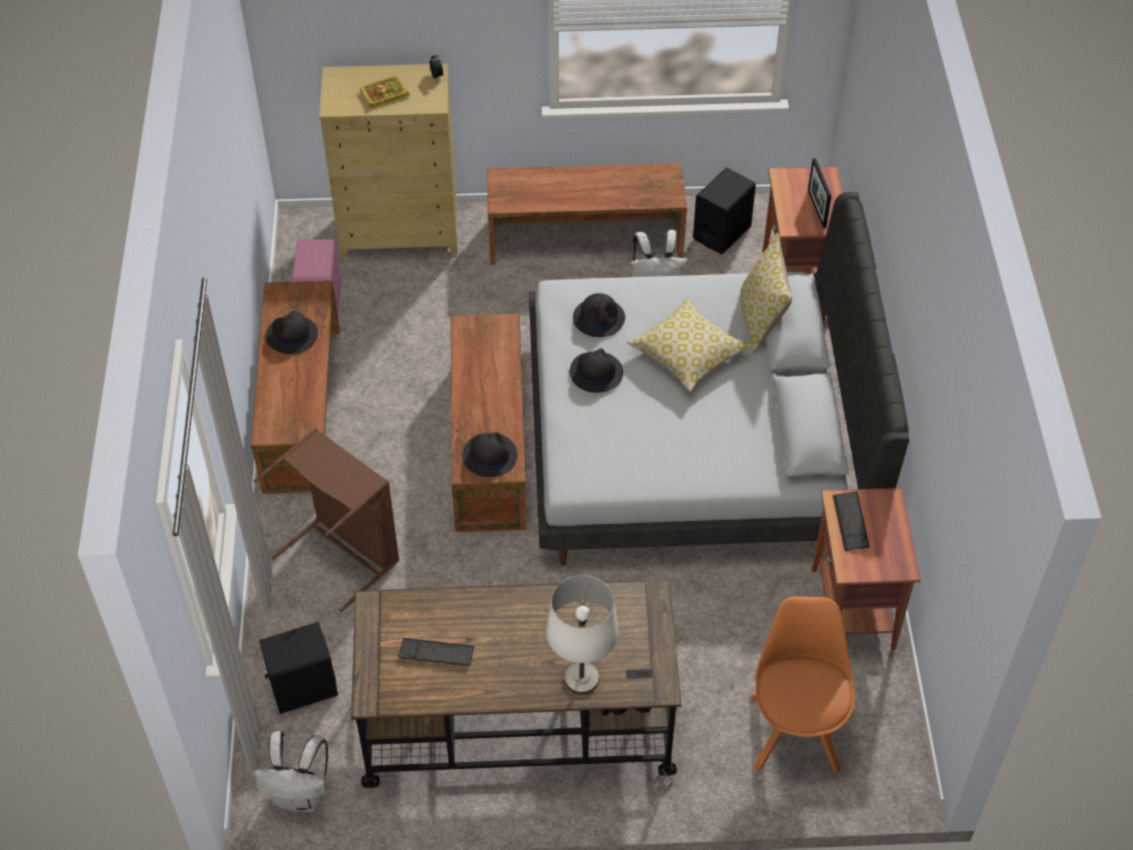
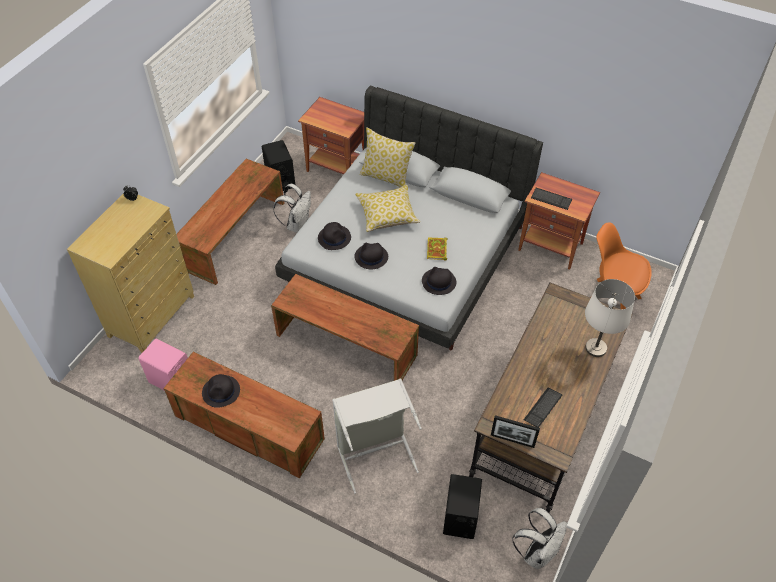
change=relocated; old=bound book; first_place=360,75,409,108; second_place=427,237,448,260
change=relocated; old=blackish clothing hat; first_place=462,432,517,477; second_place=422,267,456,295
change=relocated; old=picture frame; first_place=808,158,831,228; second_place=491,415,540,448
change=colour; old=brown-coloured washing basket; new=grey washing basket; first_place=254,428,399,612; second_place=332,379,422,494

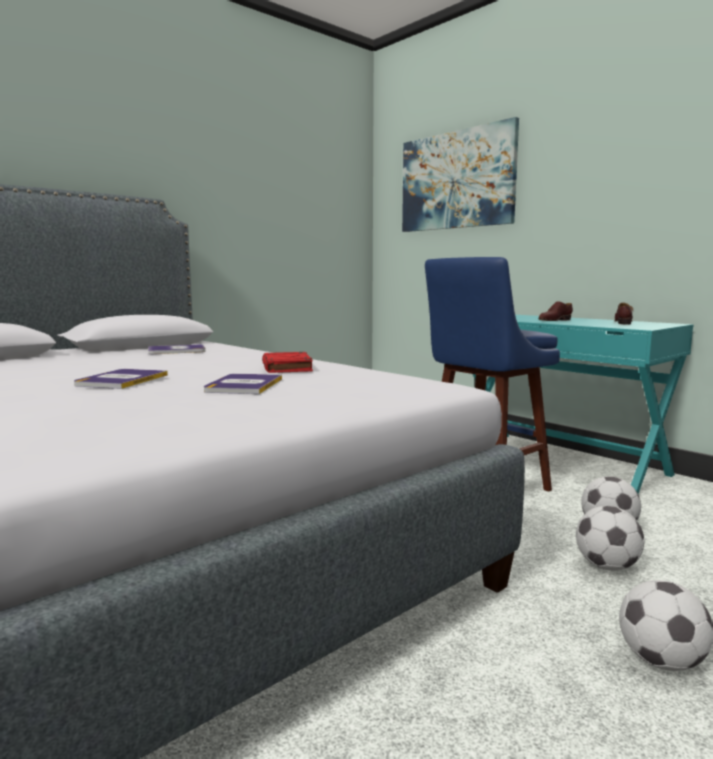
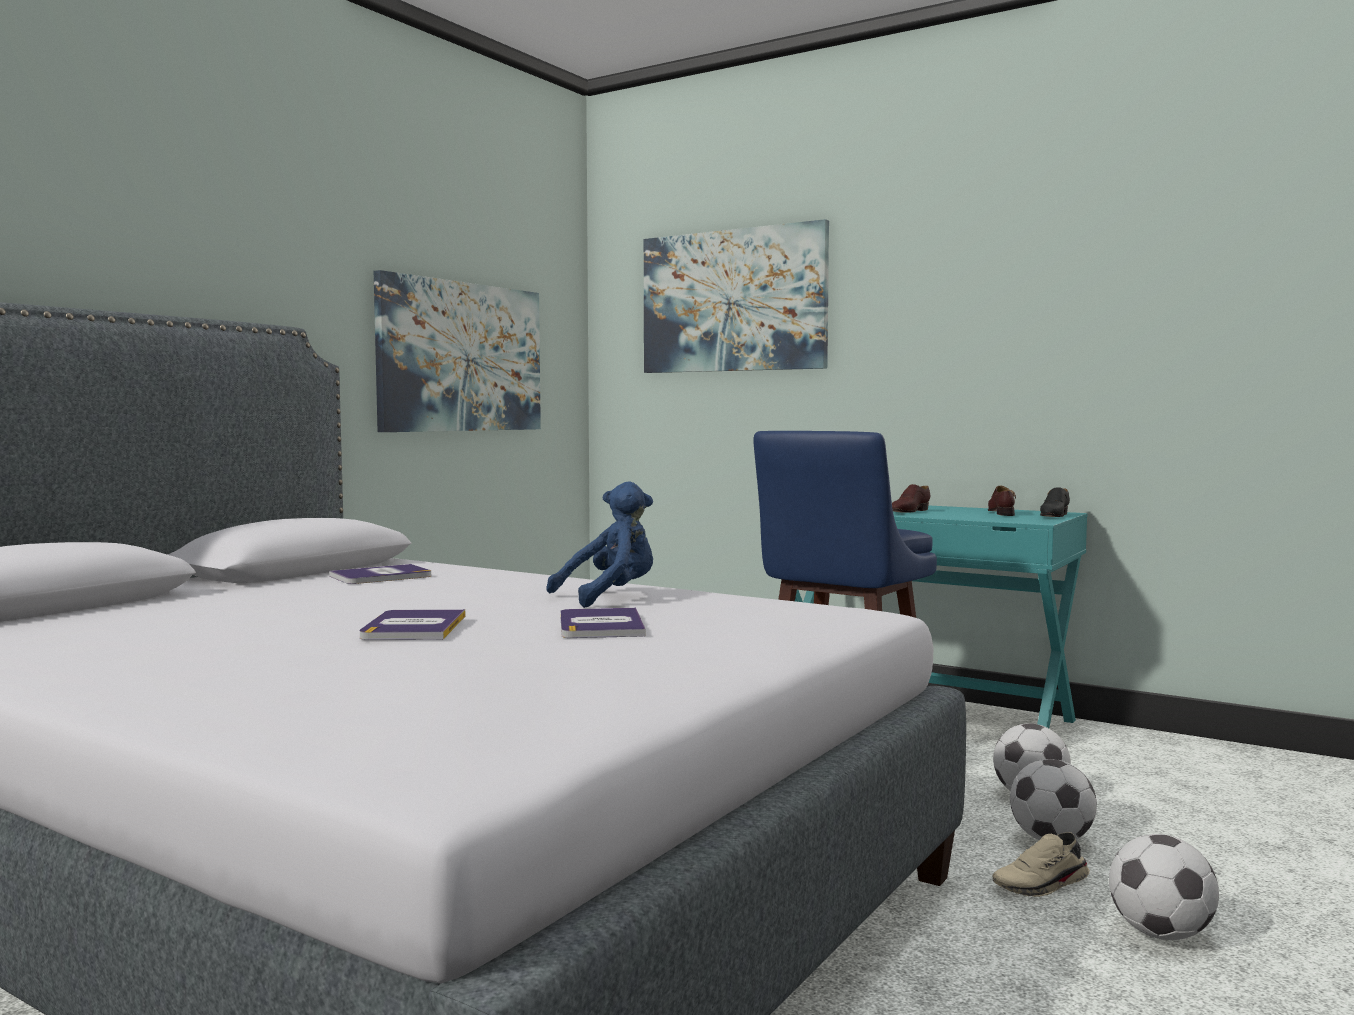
change=appeared; new=wall picture; second_place=374,270,541,432
change=appeared; new=sand-coloured low shoe; second_place=992,832,1090,897
change=appeared; new=blackish low shoe; second_place=1040,487,1070,517
change=exchanged; old=reddish bound book; new=blue plush toy; first_place=262,352,313,373; second_place=546,482,653,608

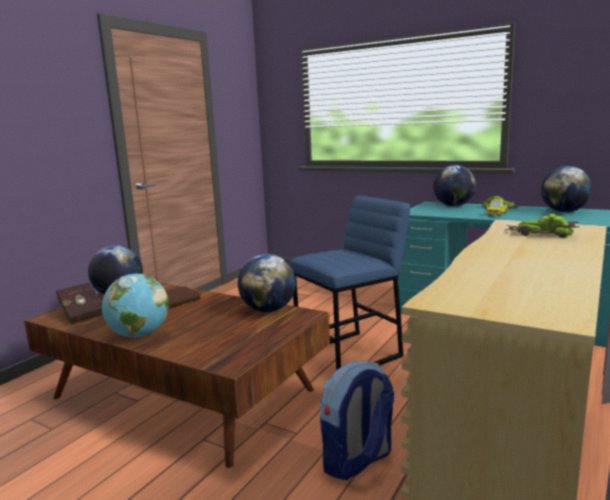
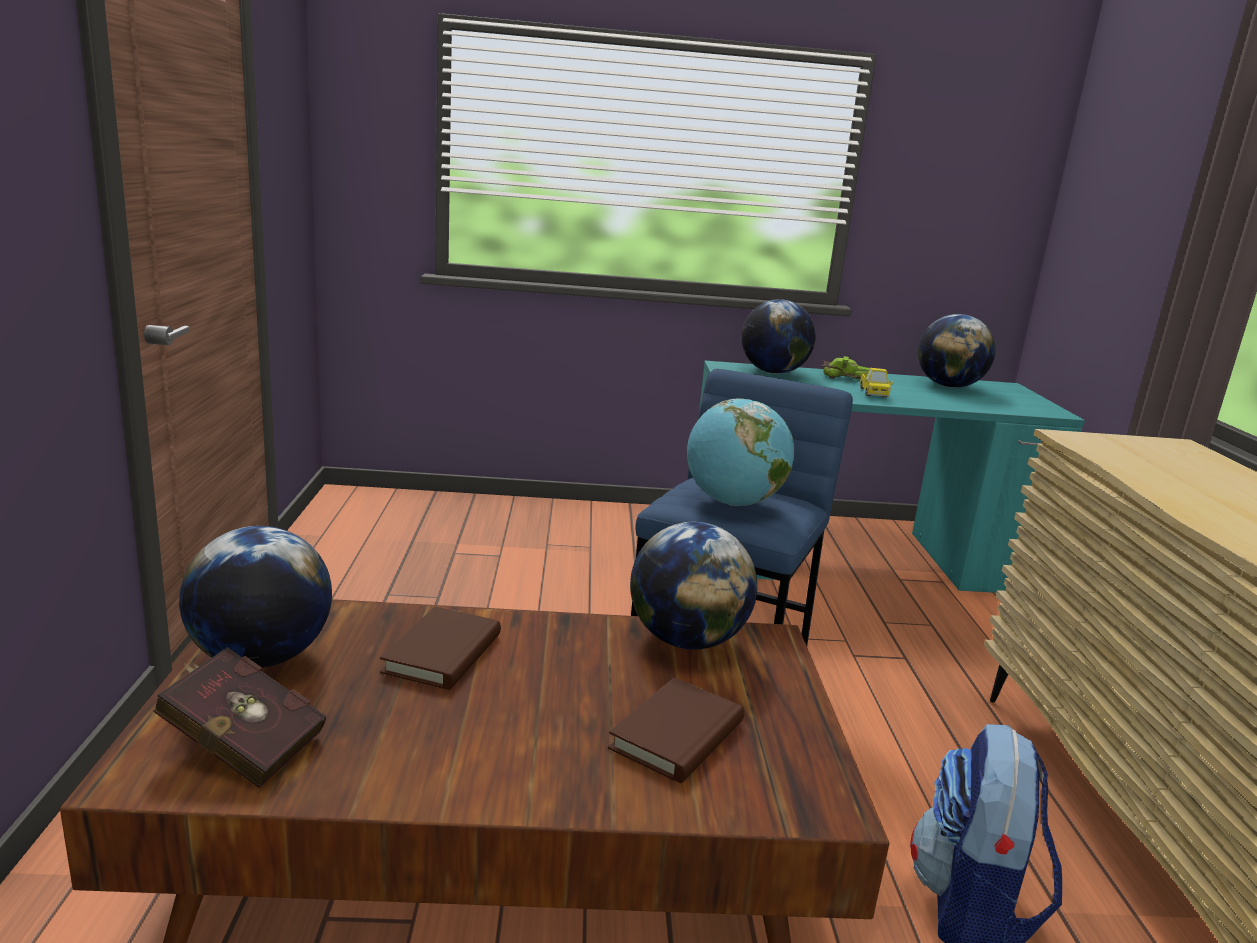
change=missing; old=model car; first_place=504,213,580,238
change=appeared; new=brown-coloured bound book; second_place=608,678,744,783
change=relocated; old=globe; first_place=102,274,169,338; second_place=687,398,794,506

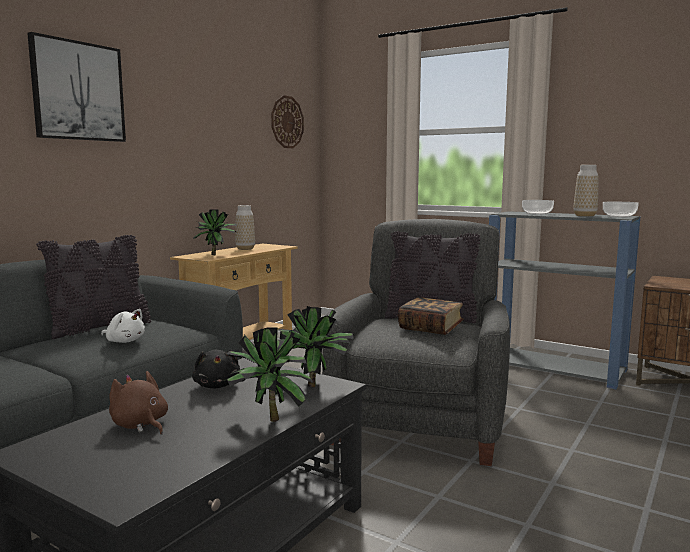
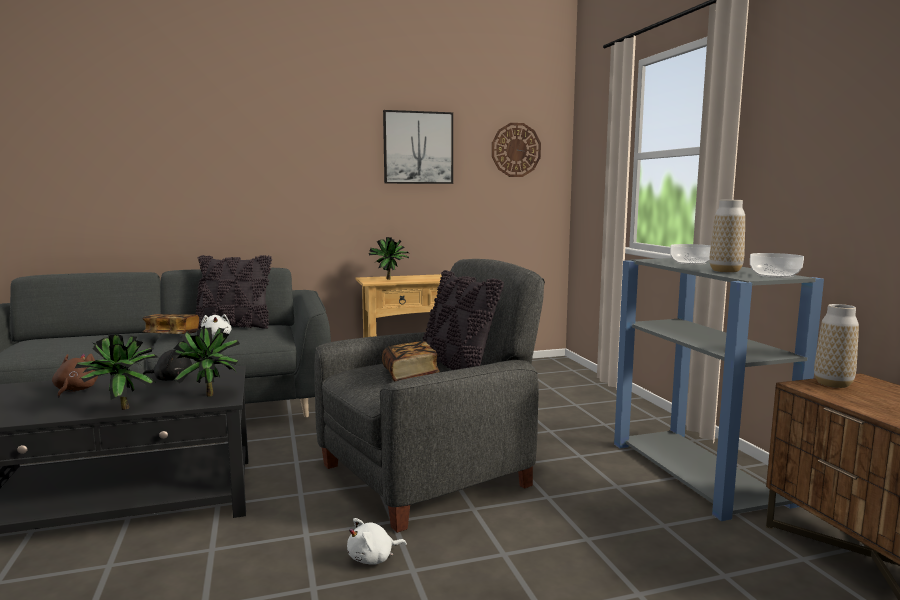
change=appeared; new=bound book; second_place=143,314,199,334
change=appeared; new=white plush toy; second_place=347,518,407,565
change=relocated; old=wall picture; first_place=27,32,126,142; second_place=383,110,453,184
change=relocated; old=flower vase; first_place=235,205,255,250; second_place=814,304,859,388
change=spun; old=blackish plush toy; first_place=192,349,240,388; second_place=143,350,192,381; degrees=-105

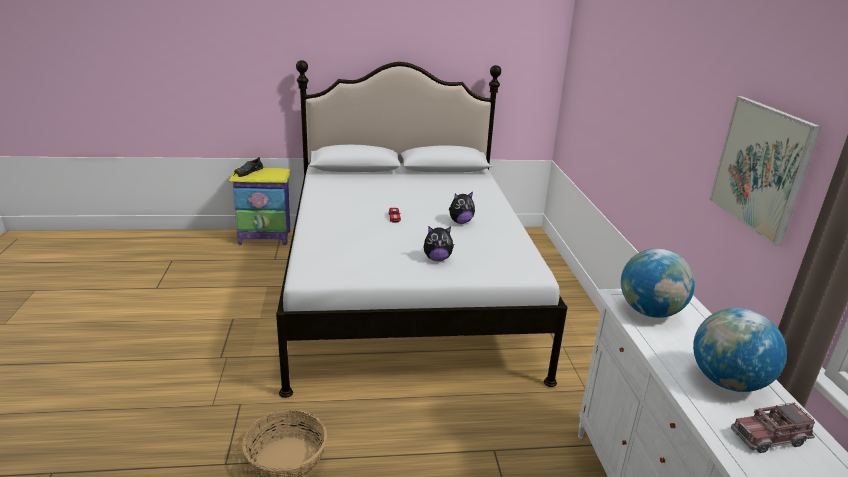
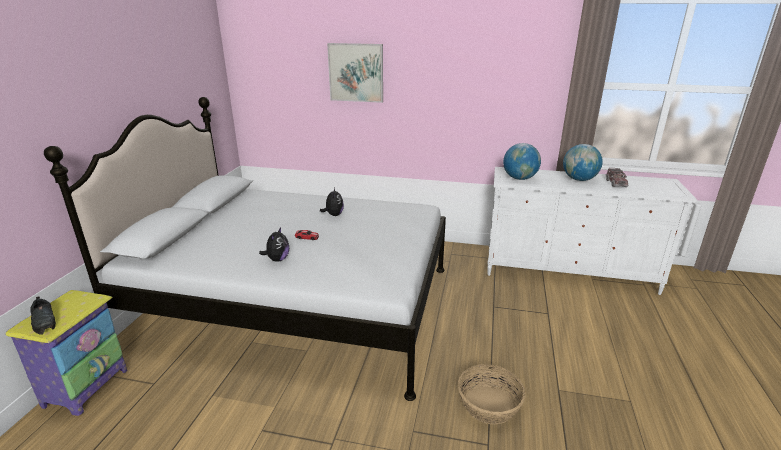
change=relocated; old=plush toy; first_place=424,226,454,261; second_place=259,227,289,262
change=relocated; old=wall picture; first_place=709,96,821,246; second_place=327,43,383,103

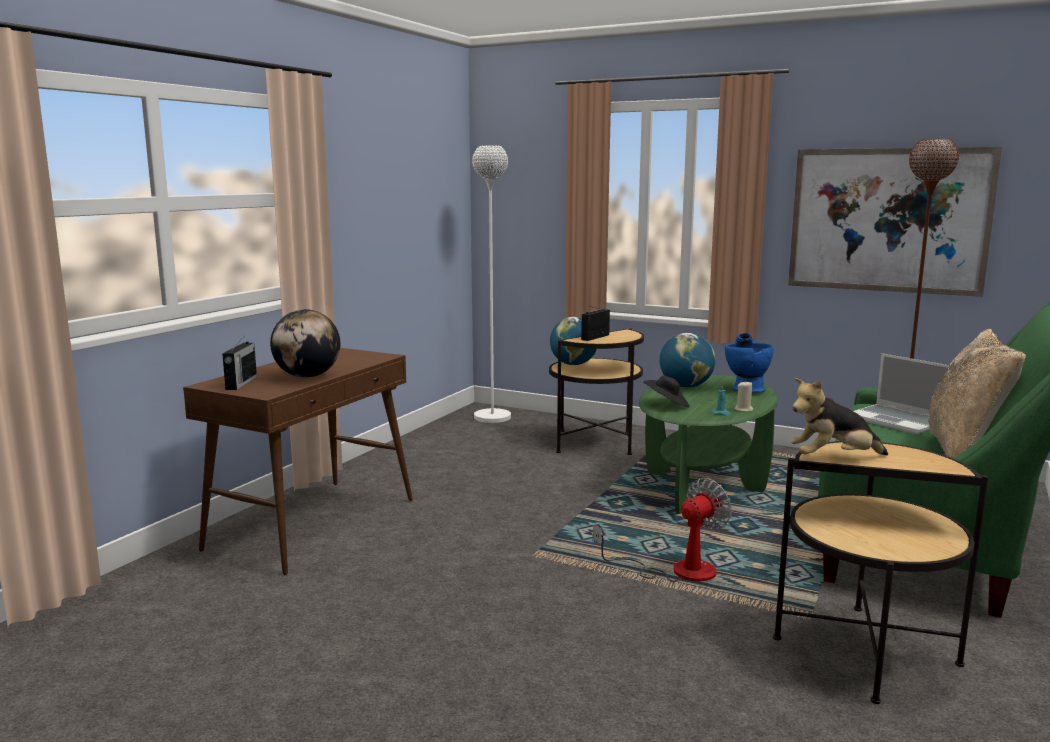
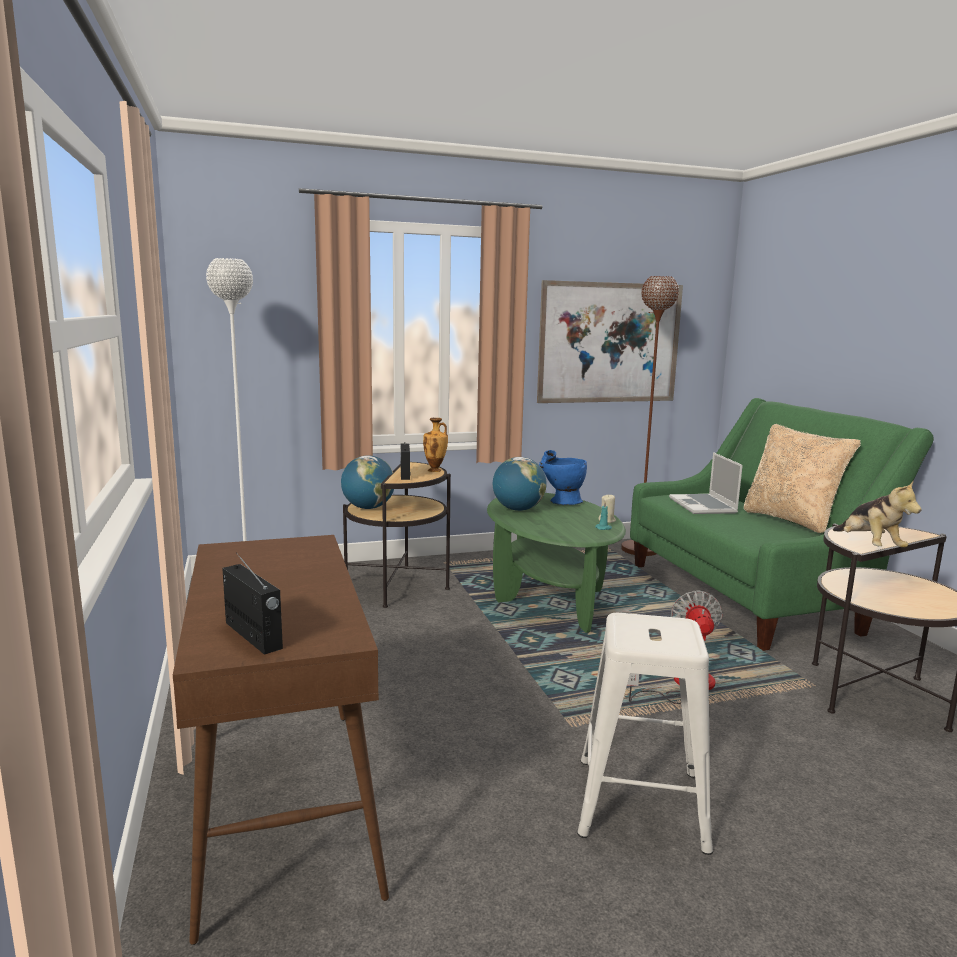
change=missing; old=globe; first_place=270,309,340,378
change=missing; old=blackish clothing hat; first_place=643,376,689,408
change=appeared; new=flower vase; second_place=423,418,448,472
change=appeared; new=white stool; second_place=577,613,713,855
change=spun; old=plush toy; first_place=791,378,888,455; second_place=833,480,922,548; degrees=-45
change=spun; old=notebook computer; first_place=853,353,949,434; second_place=669,452,743,514; degrees=75

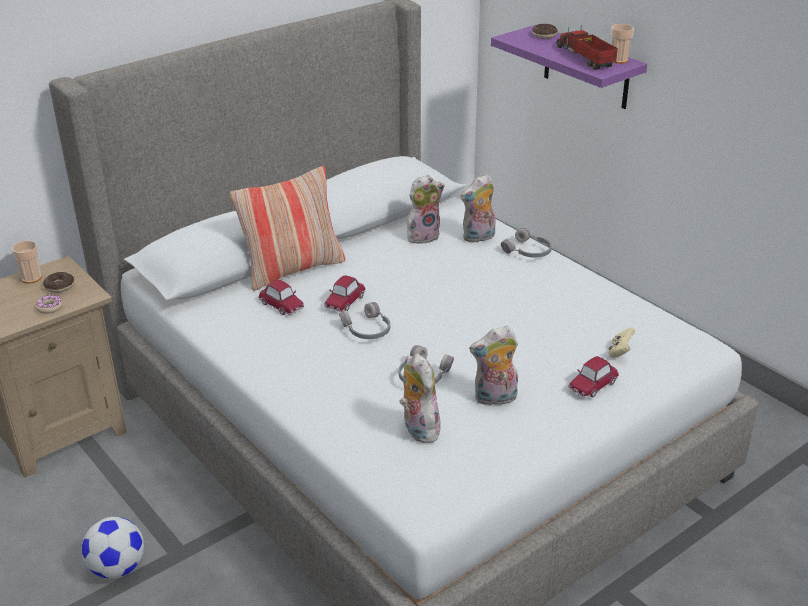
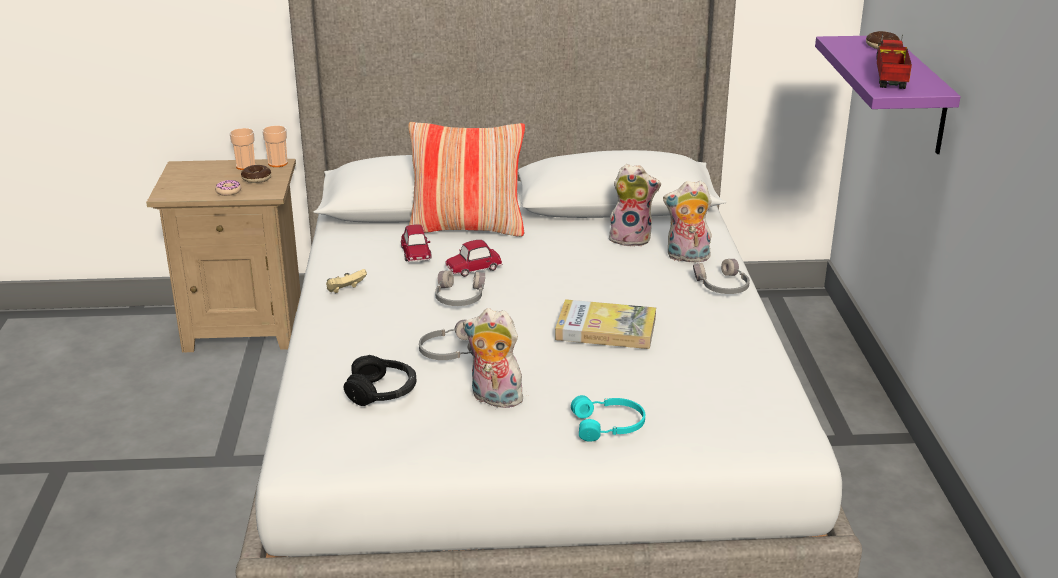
change=missing; old=football; first_place=82,517,144,579
change=appeared; new=bound book; second_place=555,299,656,349
change=relocated; old=sand-coloured game controller; first_place=608,327,636,358; second_place=326,269,367,293
change=relocated; old=small cup; first_place=611,24,634,64; second_place=262,126,288,167
change=exchanged; old=plush toy; new=blackish headset; first_place=400,353,441,443; second_place=344,355,416,406
change=exchanged; old=model car; new=turquoise-coloured headset; first_place=569,356,619,397; second_place=571,395,645,442

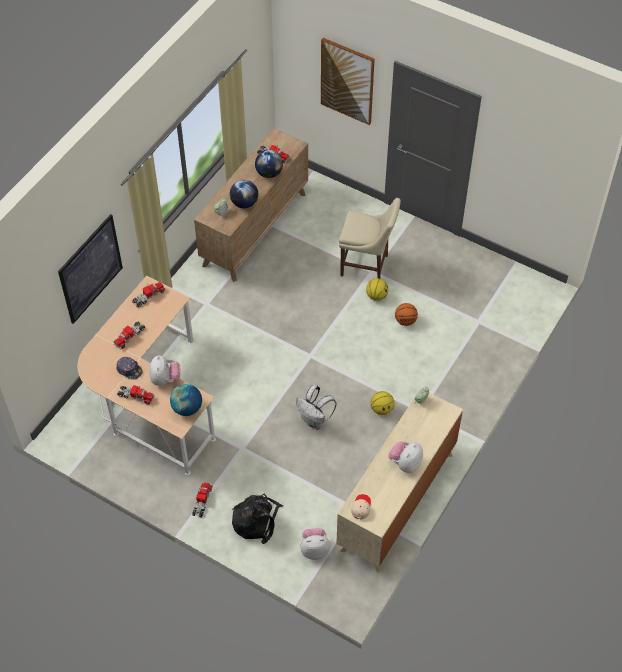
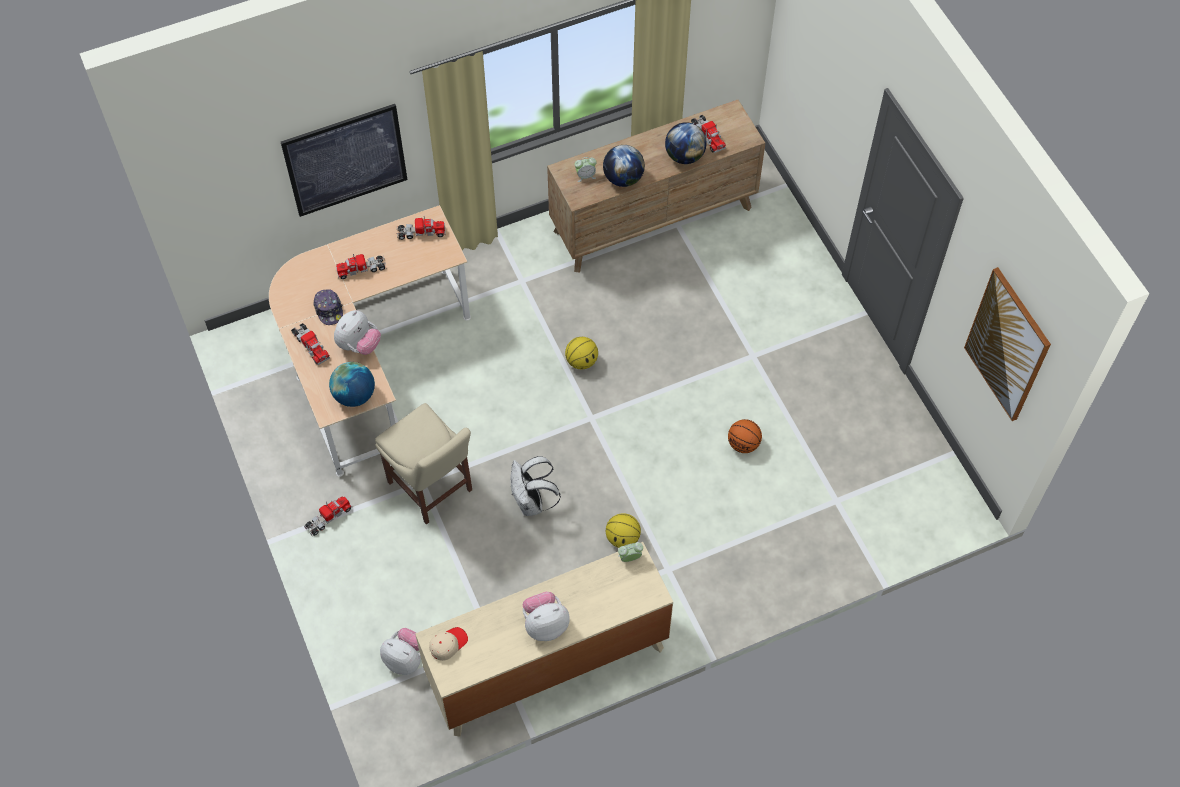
change=missing; old=blackish backpack; first_place=232,494,283,544
change=relocated; old=wall picture; first_place=321,38,375,125; second_place=964,267,1051,421
change=relocated; old=sand-coloured chair; first_place=339,198,401,279; second_place=375,403,472,524
change=relocated; old=basketball; first_place=366,278,389,301; second_place=565,337,598,369

